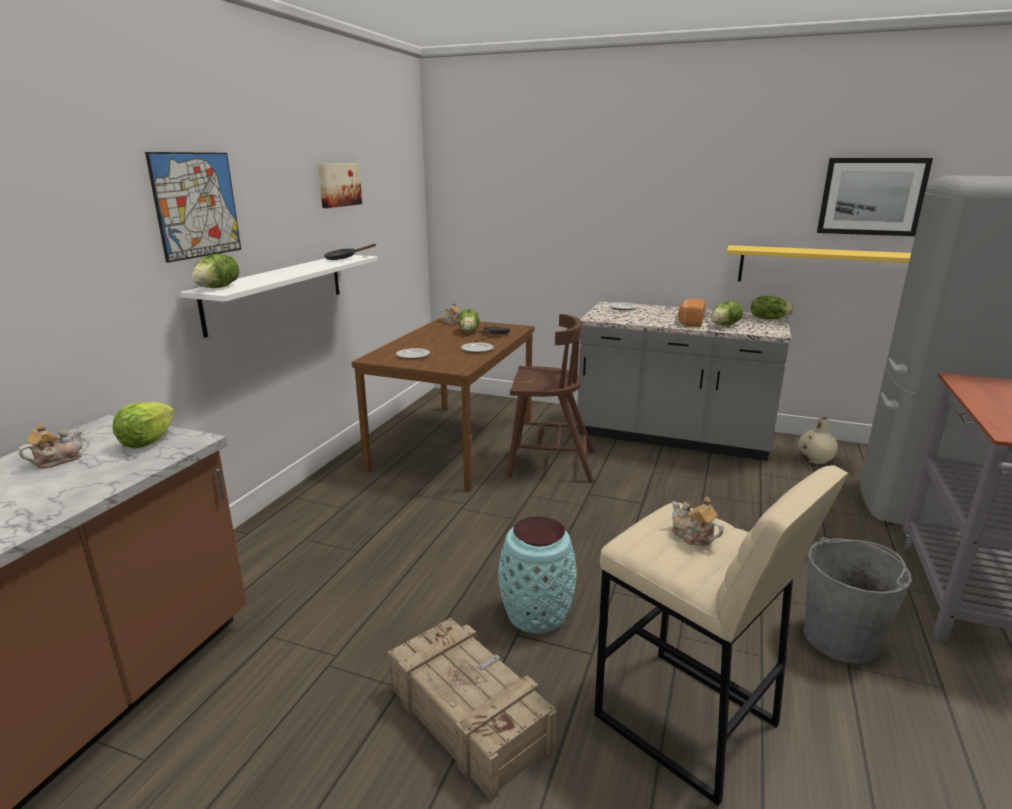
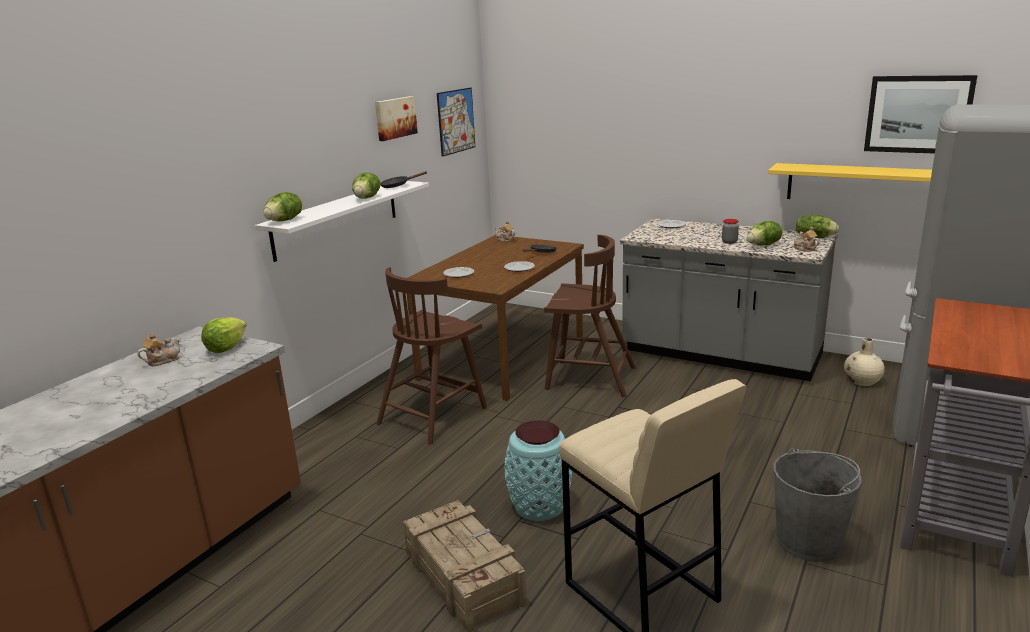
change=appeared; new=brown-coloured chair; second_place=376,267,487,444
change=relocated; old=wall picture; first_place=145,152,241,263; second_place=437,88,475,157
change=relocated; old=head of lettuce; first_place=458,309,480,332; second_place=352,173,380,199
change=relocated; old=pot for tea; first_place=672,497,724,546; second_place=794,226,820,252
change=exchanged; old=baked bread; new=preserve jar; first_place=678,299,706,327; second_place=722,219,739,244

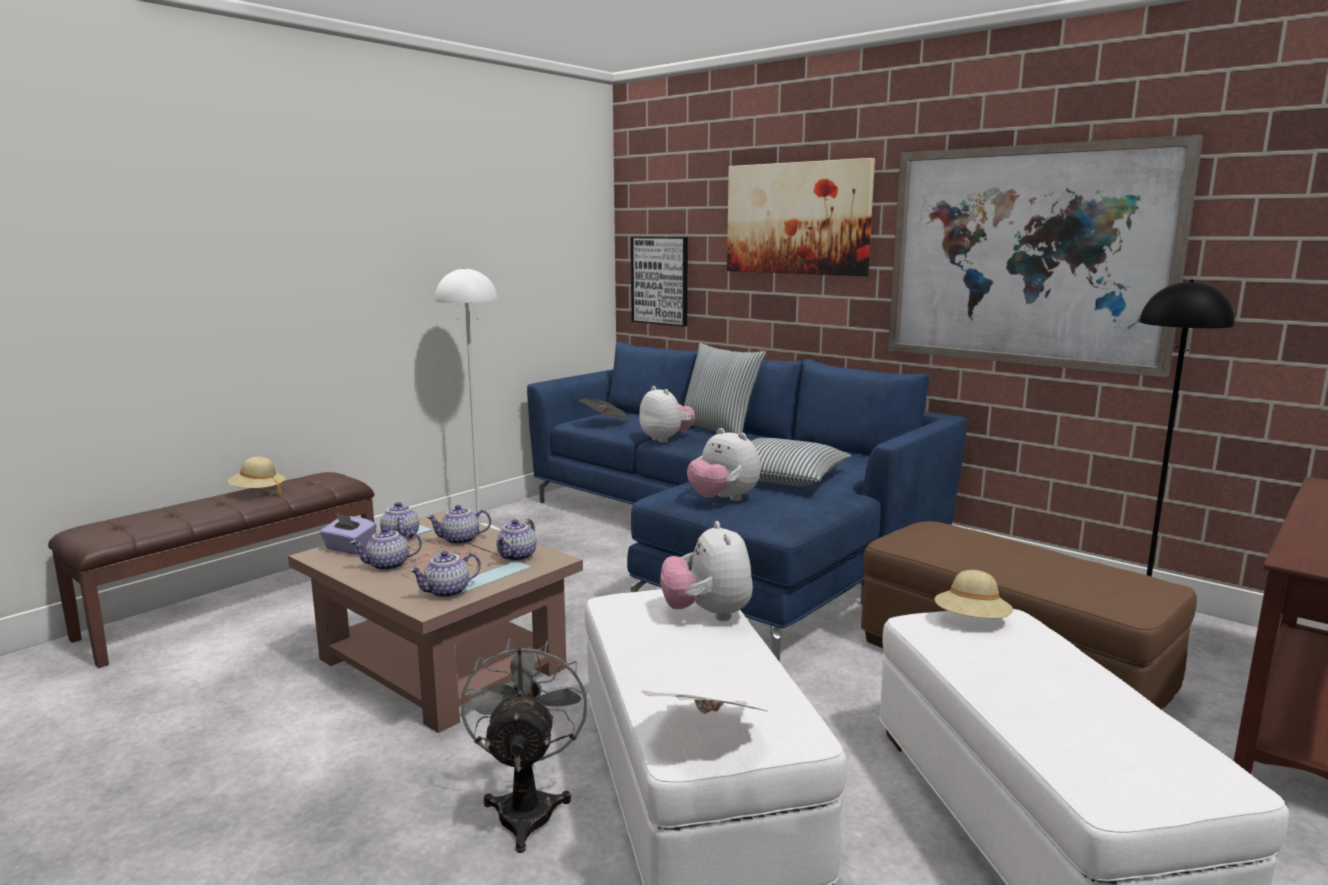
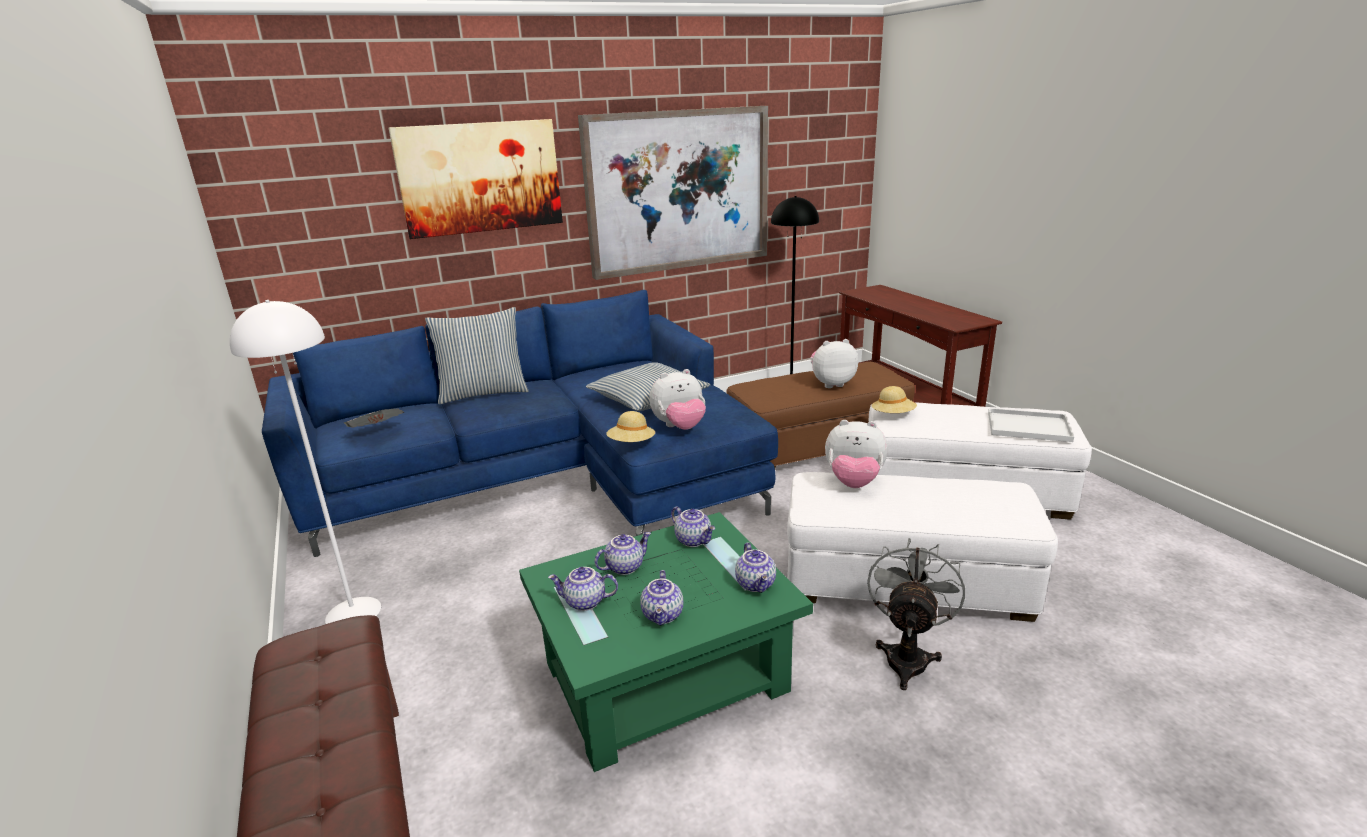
change=missing; old=purple tissue box; first_place=320,513,377,555
change=missing; old=wall picture; first_place=631,237,688,327
change=missing; old=newspaper; first_place=641,691,766,714
change=appeared; new=white carrying tray; second_place=988,408,1074,442
change=relocated; old=sand-coloured clothing hat; first_place=227,457,285,495; second_place=606,411,655,442
change=relocated; old=plush toy; first_place=639,386,695,443; second_place=810,339,858,388
change=colour; old=brown-coloured coffee table; new=green coffee table; first_place=288,511,583,733; second_place=519,512,813,772
change=spun; old=pot for tea; first_place=426,505,491,545; second_place=595,532,651,575; degrees=-135
change=spun; old=grey cooling fan; first_place=461,639,587,853; second_place=867,538,965,690; degrees=90

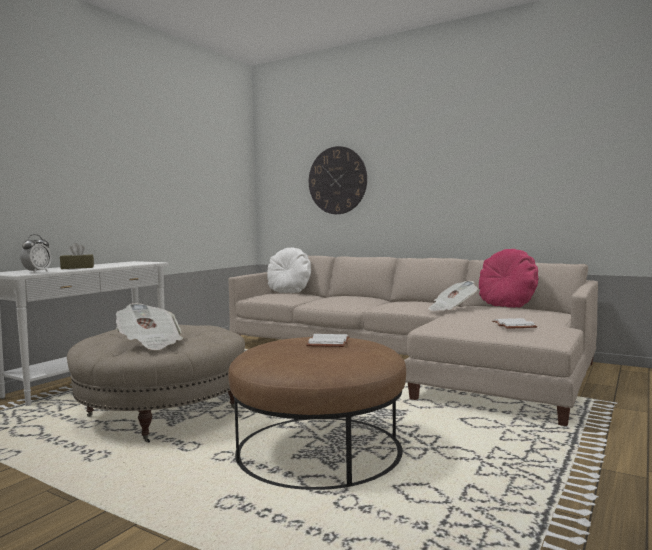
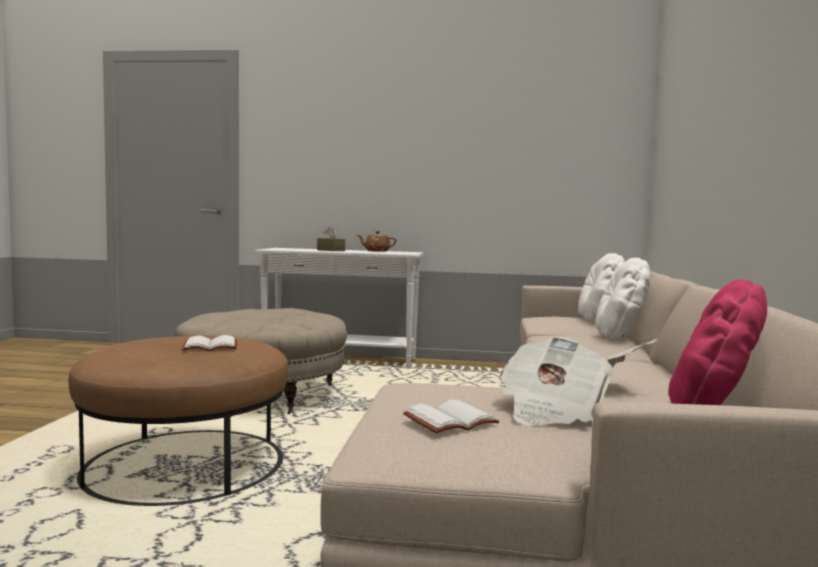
change=missing; old=alarm clock; first_place=20,234,51,273
change=missing; old=hanging clock; first_place=309,146,367,214
change=appeared; new=brown-coloured pot for tea; second_place=357,231,397,252
change=appeared; new=white cushion; second_place=595,258,651,339
change=relocated; old=newspaper; first_place=116,303,183,350; second_place=500,337,614,426

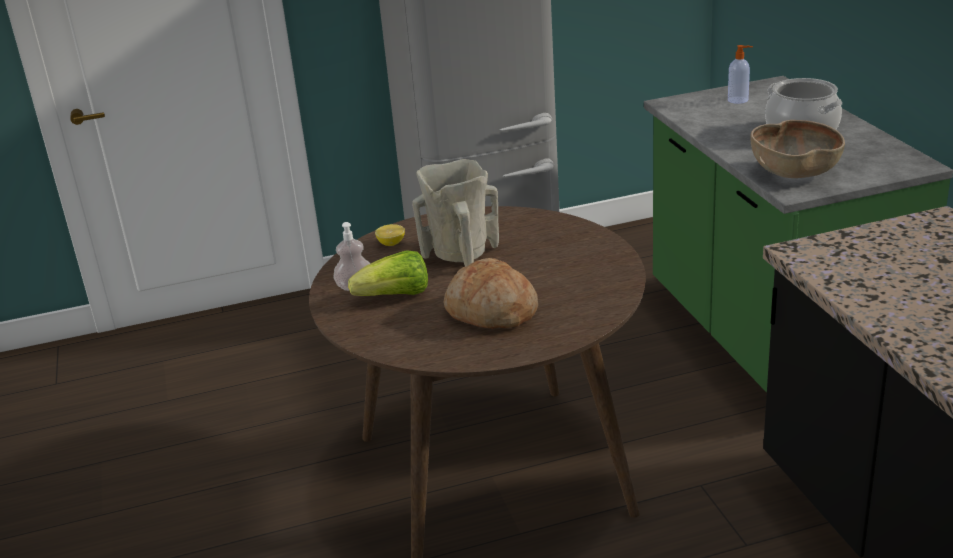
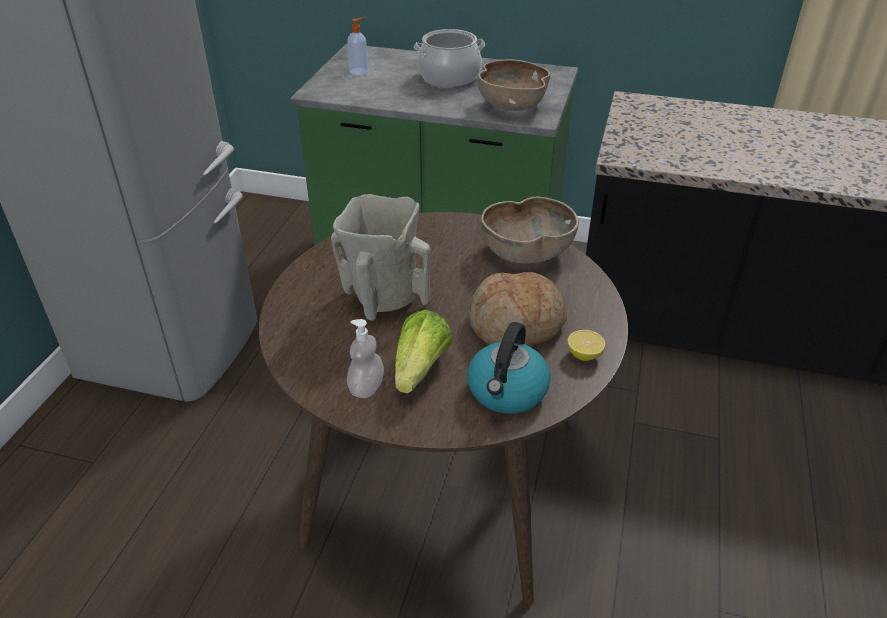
change=appeared; new=kettle; second_place=467,322,551,414
change=appeared; new=brown-coloured deep dish; second_place=481,197,579,264
change=relocated; old=whole lemon; first_place=375,224,405,246; second_place=568,330,606,361

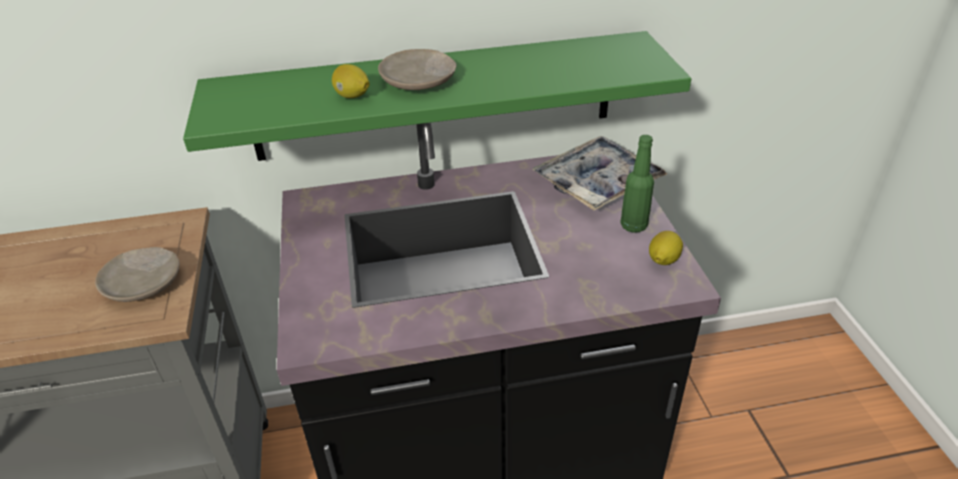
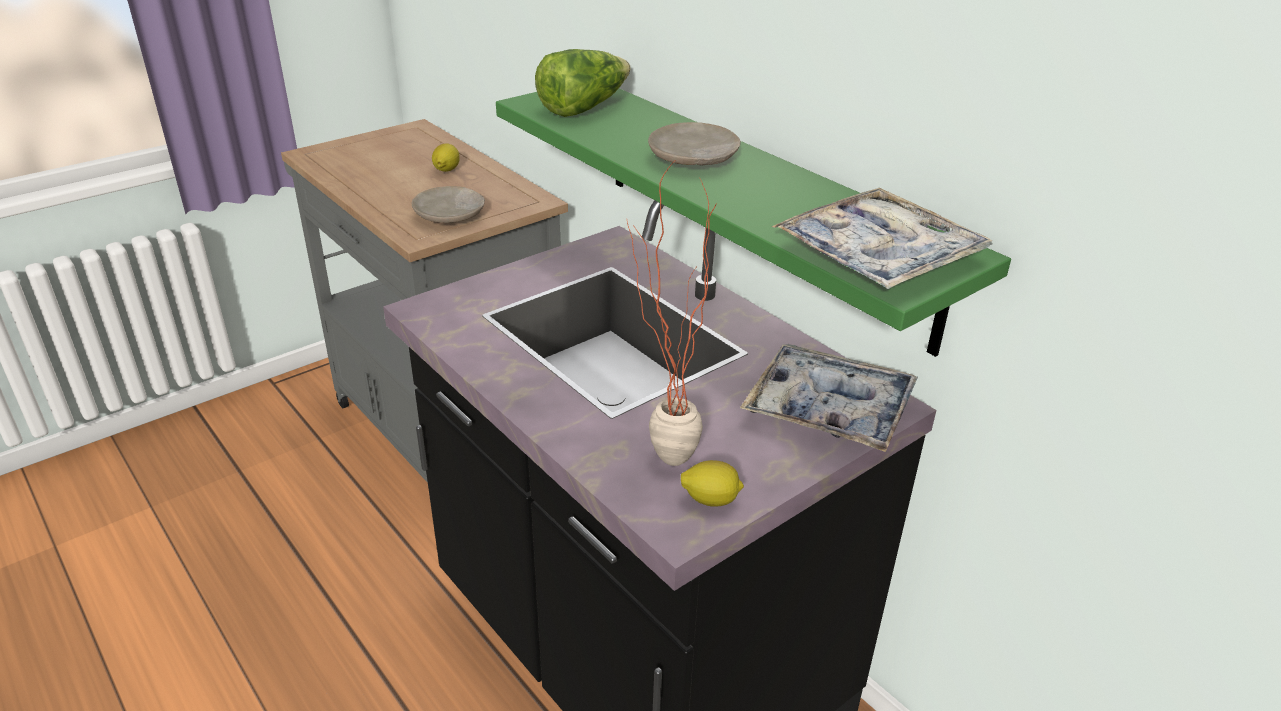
change=missing; old=green bottle; first_place=620,135,654,233
change=appeared; new=head of lettuce; second_place=535,49,631,117
change=appeared; new=potted plant; second_place=627,162,716,466
change=appeared; new=carrying tray; second_place=771,188,992,289
change=relocated; old=whole lemon; first_place=332,64,370,98; second_place=432,143,460,172

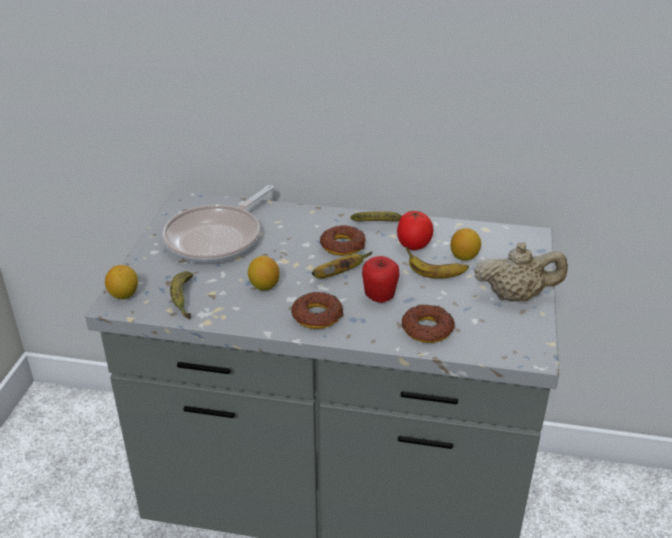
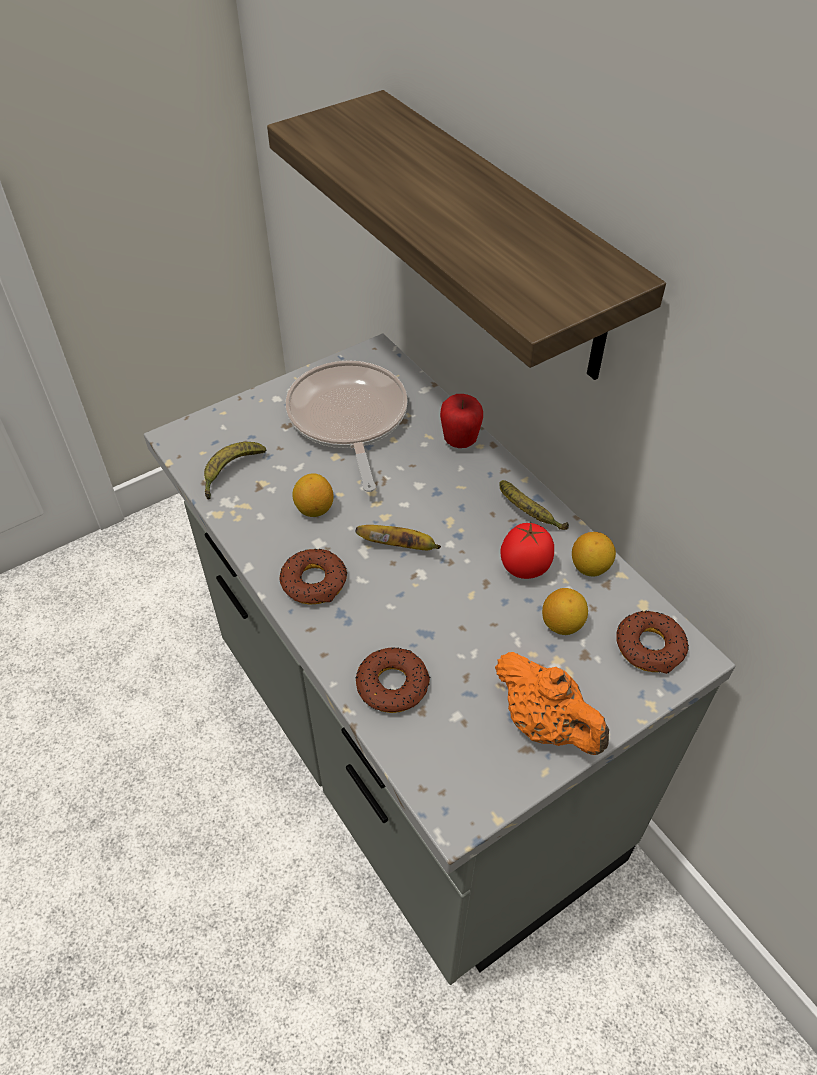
change=missing; old=banana fruit; first_place=406,247,469,279
change=appeared; new=bracket shelf; second_place=267,90,666,380
change=relocated; old=whole lemon; first_place=105,265,138,299; second_place=572,532,616,576
change=relocated; old=donut; first_place=320,225,366,256; second_place=616,611,689,674
change=relocated; old=apple; first_place=362,256,399,303; second_place=440,394,483,448
change=colour; old=sand-coloured pot for tea; new=orange-coloured pot for tea; first_place=474,242,568,301; second_place=495,652,609,755
change=spun; old=skillet; first_place=162,185,274,263; second_place=286,360,408,492; degrees=90

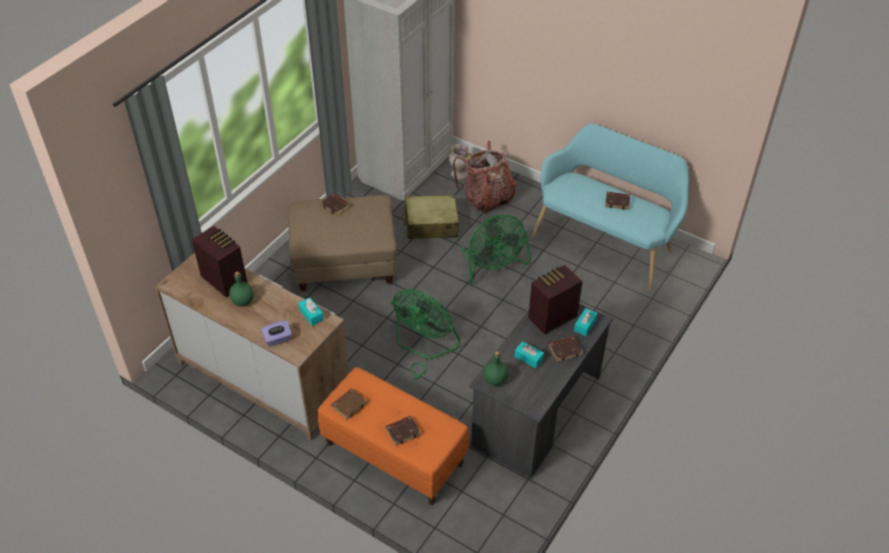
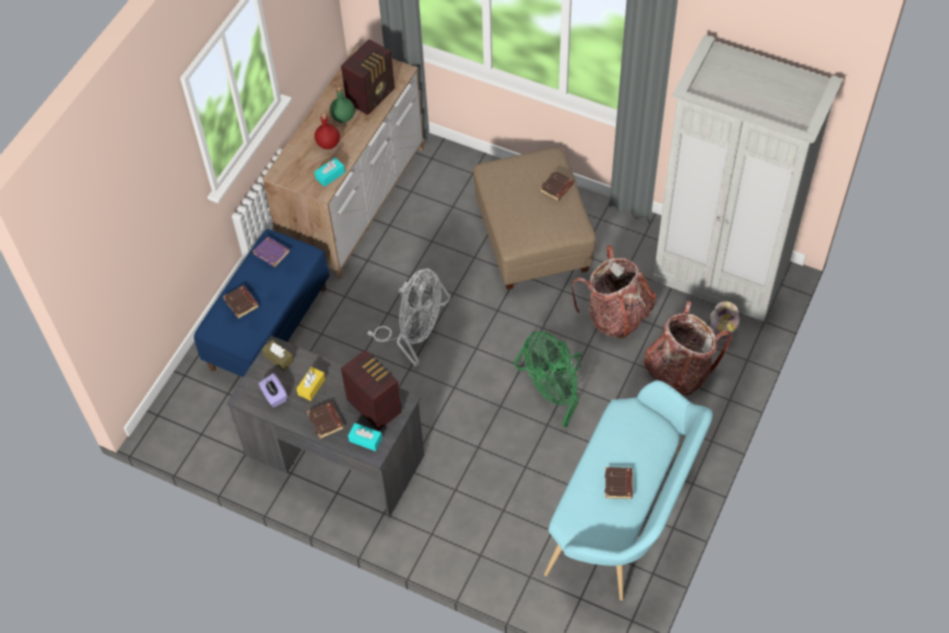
change=appeared; new=reddish bottle; second_place=314,114,340,149
change=relocated; old=purple tissue box; first_place=261,321,292,346; second_place=259,373,288,407
change=exchanged; old=sand-coloured travel case; new=backpack; first_place=402,195,459,239; second_place=571,245,656,339
change=exchanged; old=green bottle; new=brown-coloured tissue box; first_place=483,351,508,386; second_place=262,339,294,371
change=colour; old=orange-coloured long seat; new=blue long seat; first_place=317,367,469,505; second_place=194,229,329,377
change=colour; old=brown-coloured bound book; new=purple bound book; first_place=331,388,367,420; second_place=252,236,290,267
change=colour; old=green cooling fan; new=white cooling fan; first_place=391,289,460,380; second_place=367,269,450,367
change=colour; old=turquoise-coloured tissue box; new=yellow-coloured tissue box; first_place=514,341,544,368; second_place=296,367,325,401

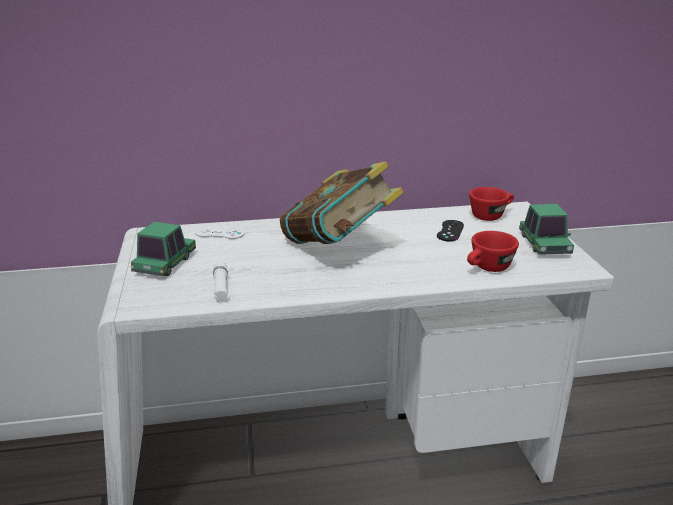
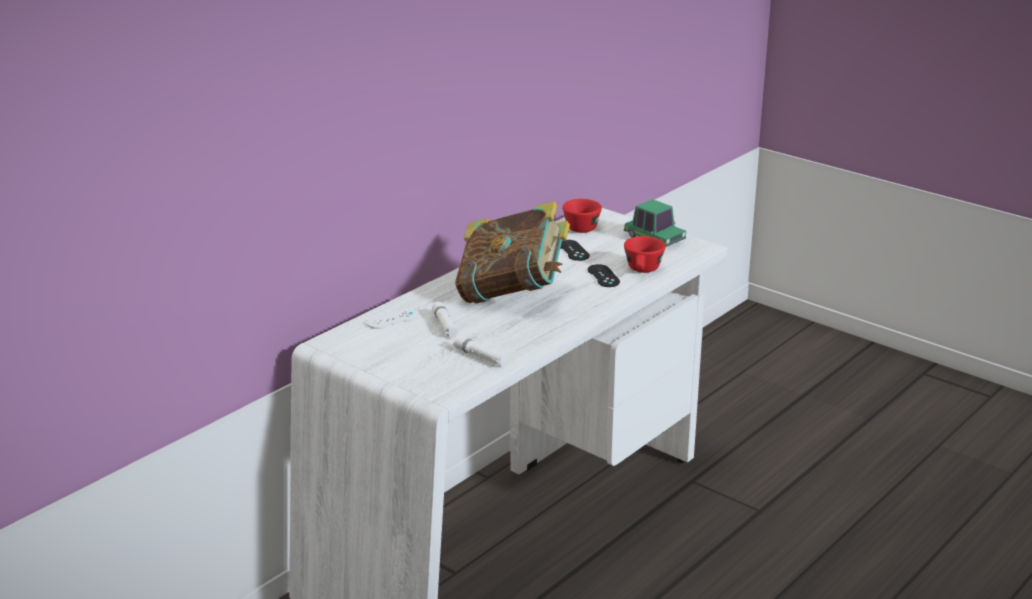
change=missing; old=model car; first_place=131,222,196,277
change=appeared; new=white flashlight; second_place=432,302,458,338
change=appeared; new=blackish game controller; second_place=588,264,620,287

